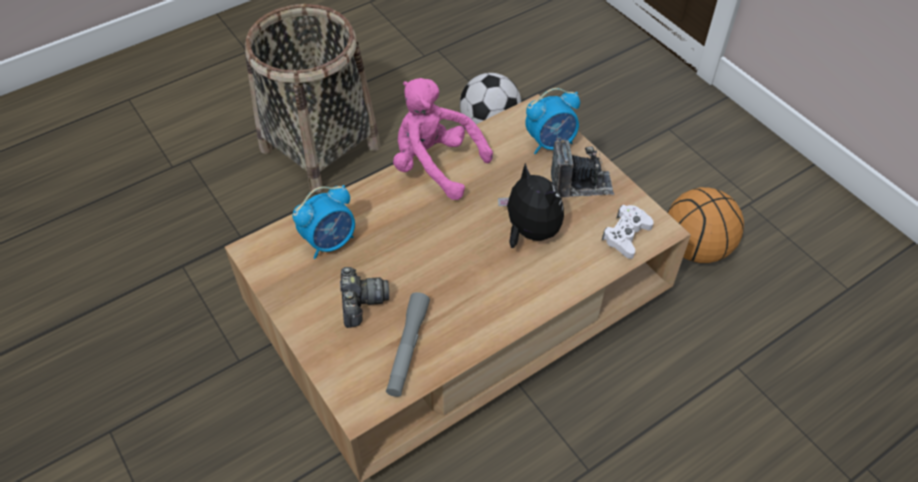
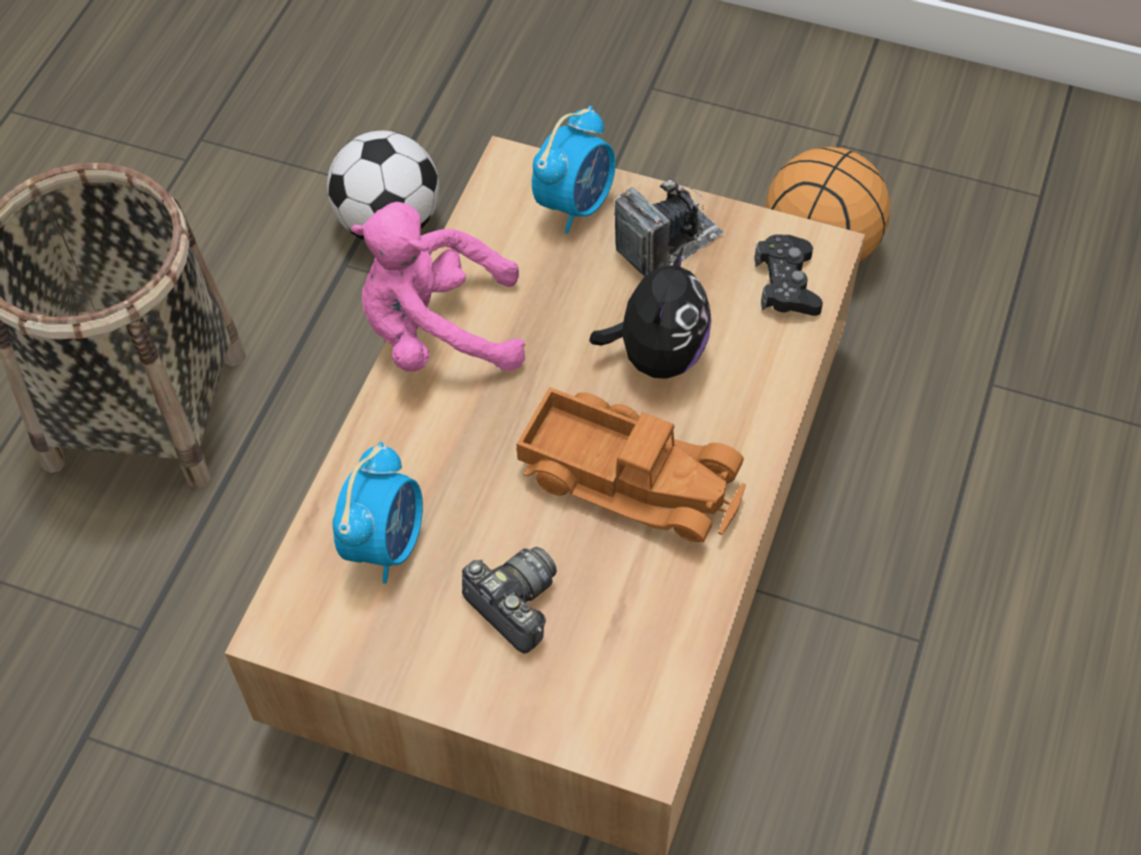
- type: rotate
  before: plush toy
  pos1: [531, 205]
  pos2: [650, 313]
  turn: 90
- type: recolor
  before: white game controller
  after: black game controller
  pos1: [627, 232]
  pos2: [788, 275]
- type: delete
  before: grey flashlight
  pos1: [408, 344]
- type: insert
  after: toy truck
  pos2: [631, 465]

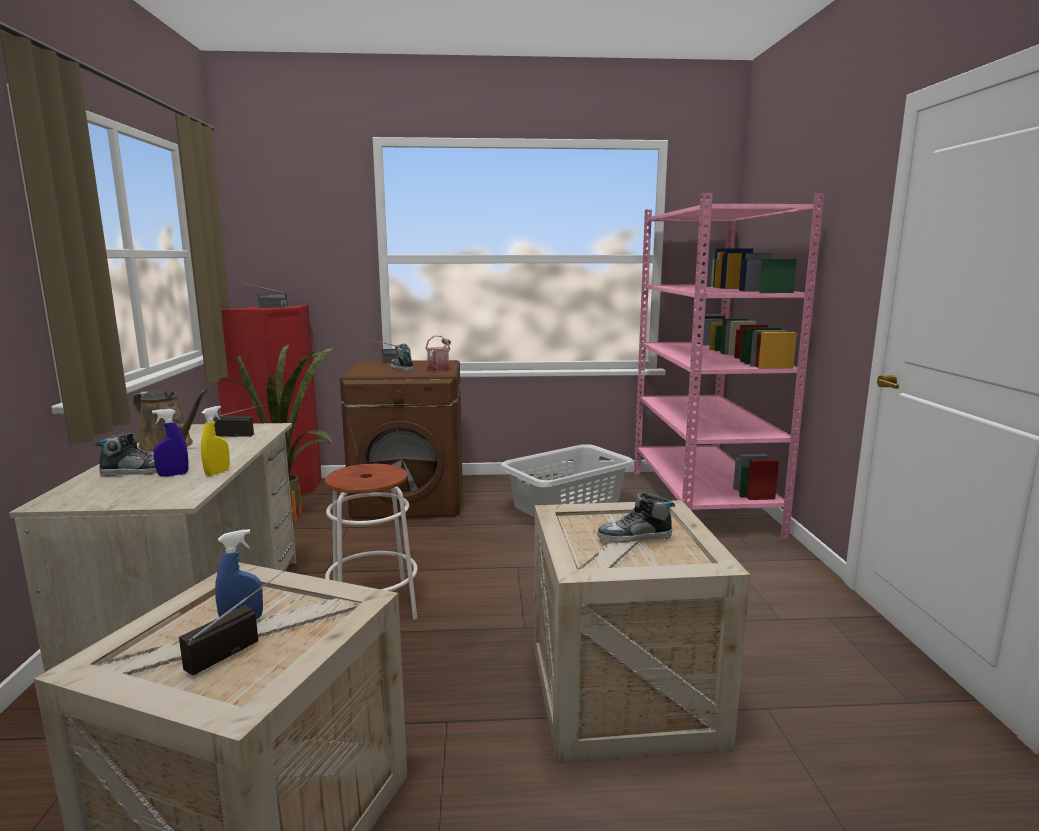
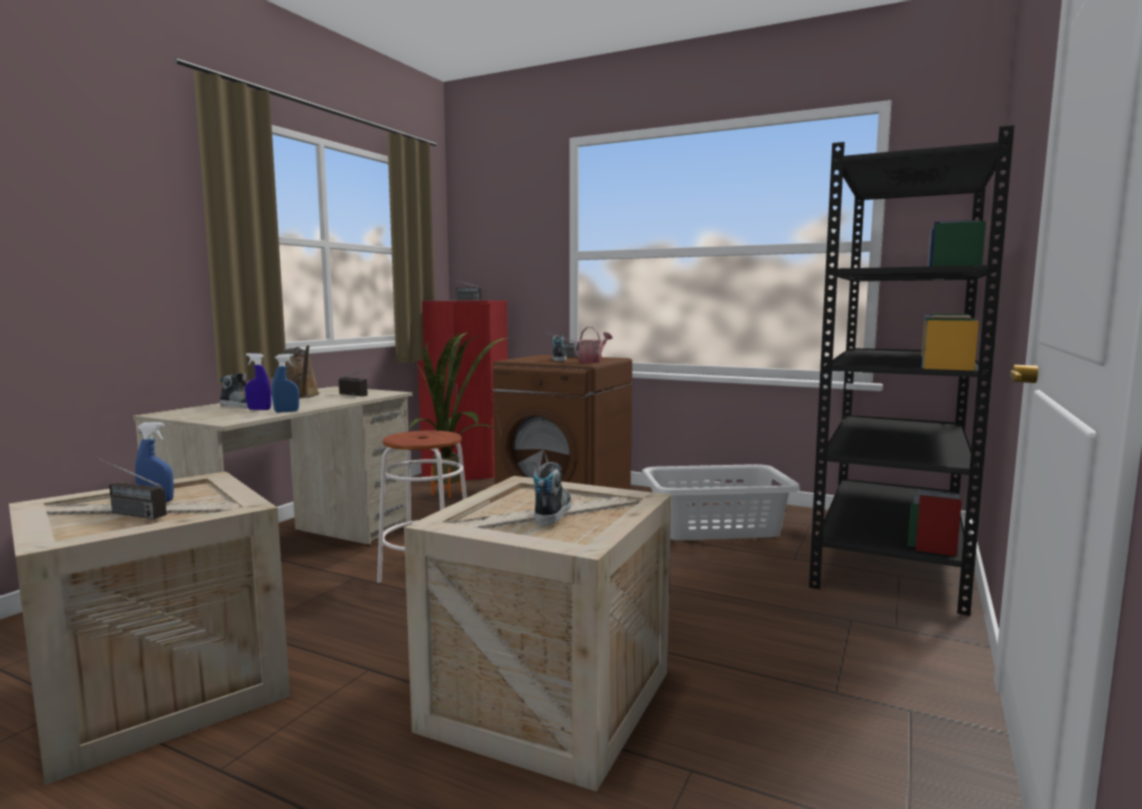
- type: recolor
  before: pink bookcase
  after: black bookcase
  pos1: [729, 366]
  pos2: [911, 370]
- type: recolor
  before: yellow spray bottle
  after: blue spray bottle
  pos1: [215, 441]
  pos2: [285, 383]
- type: rotate
  before: shoe
  pos1: [636, 517]
  pos2: [552, 493]
  turn: 75
- type: rotate
  before: radio
  pos1: [231, 623]
  pos2: [131, 488]
  turn: -135

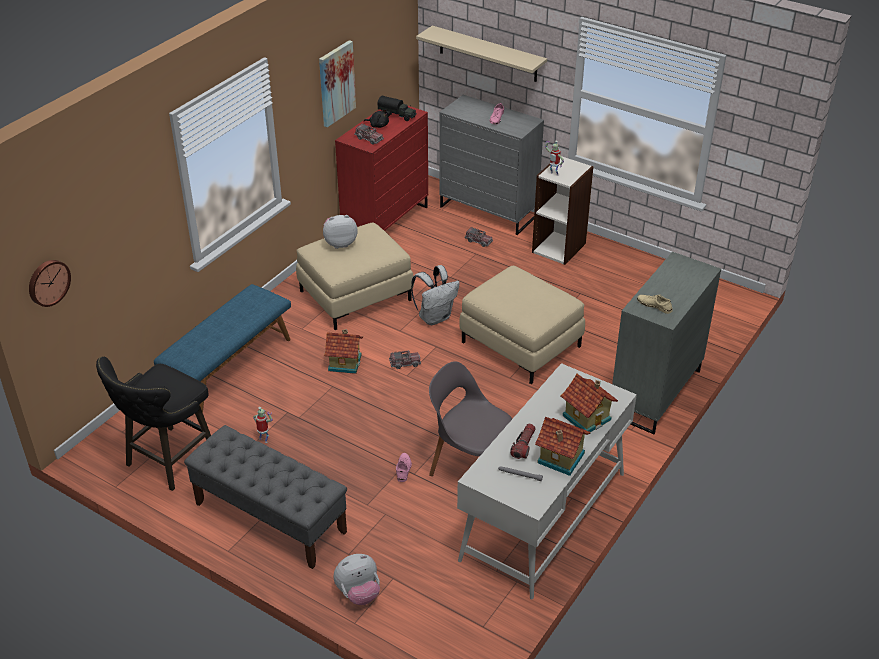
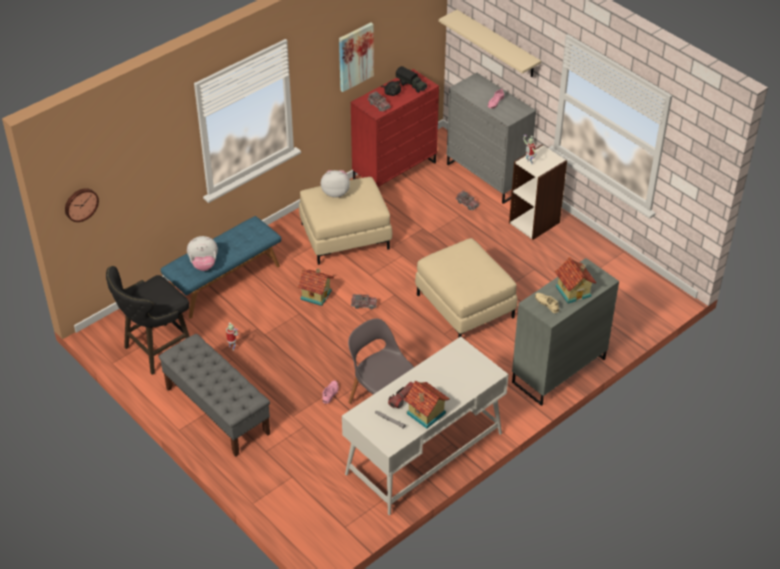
- type: delete
  before: white backpack
  pos1: [435, 295]
- type: move
  before: toy house
  pos1: [589, 403]
  pos2: [575, 280]
- type: move
  before: plush toy
  pos1: [357, 579]
  pos2: [202, 253]

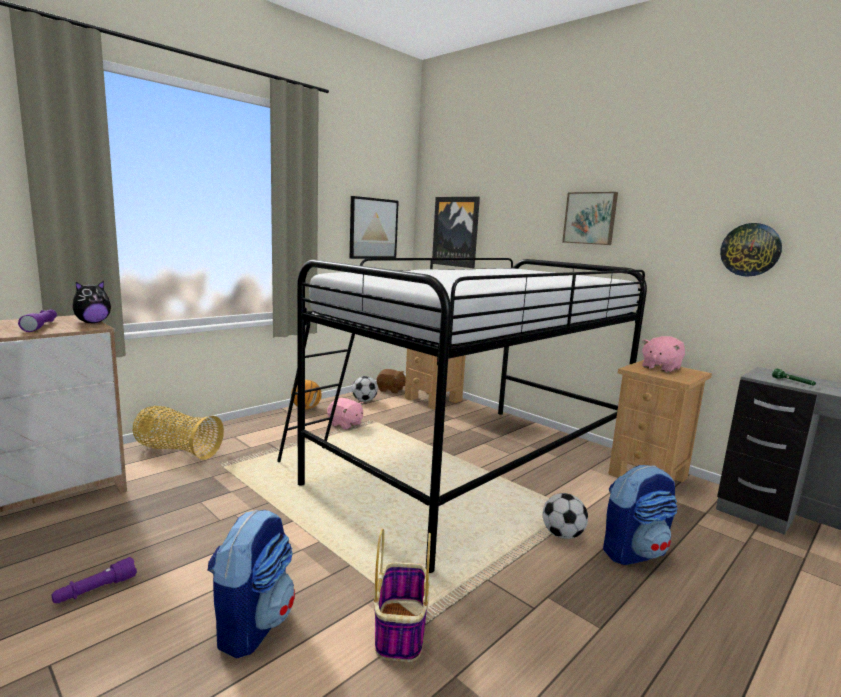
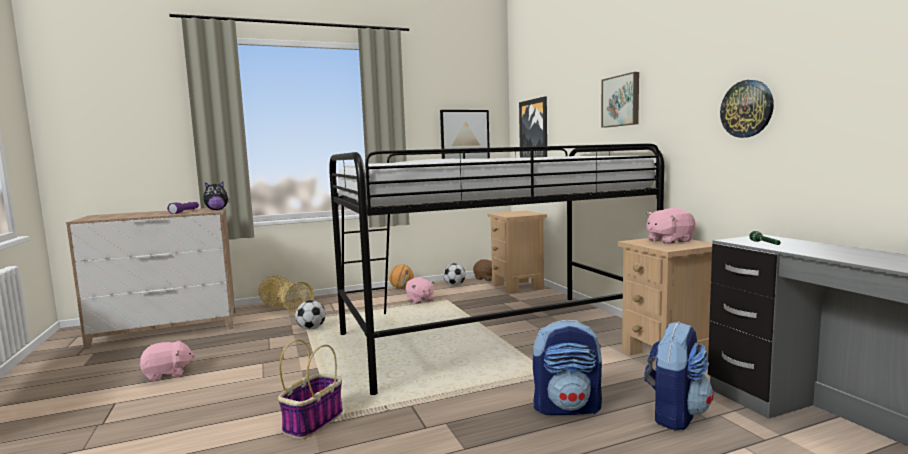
- type: move
  before: football
  pos1: [565, 516]
  pos2: [310, 315]
- type: move
  before: backpack
  pos1: [251, 584]
  pos2: [679, 375]
- type: replace
  before: purple flashlight
  after: pink plush toy
  pos1: [94, 580]
  pos2: [167, 361]

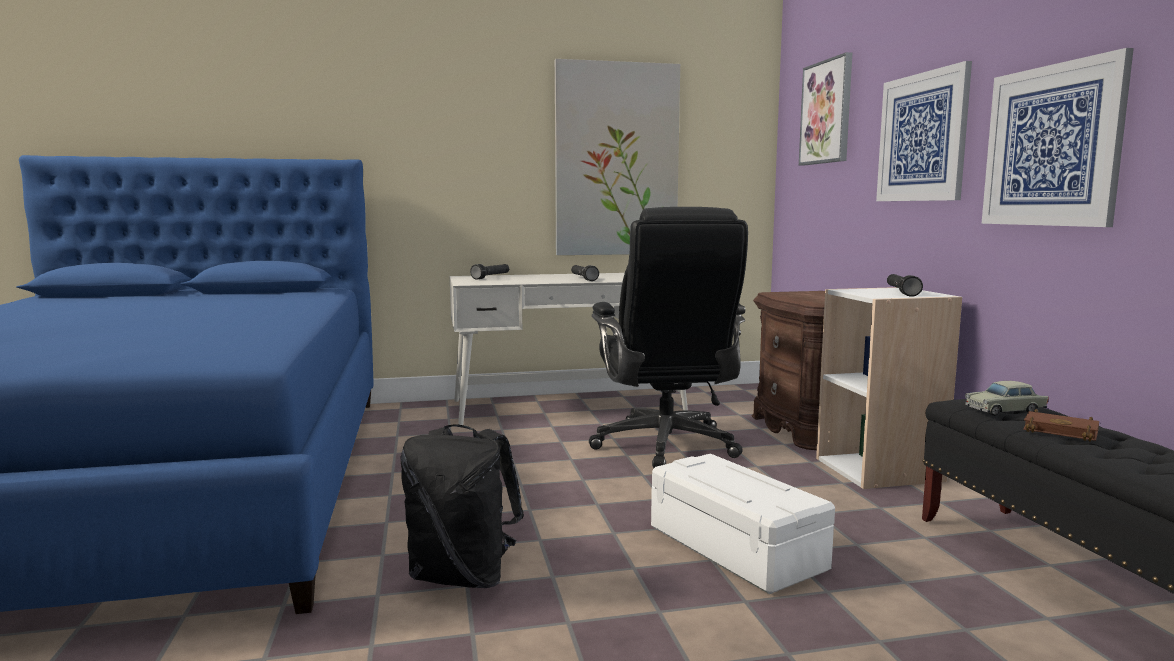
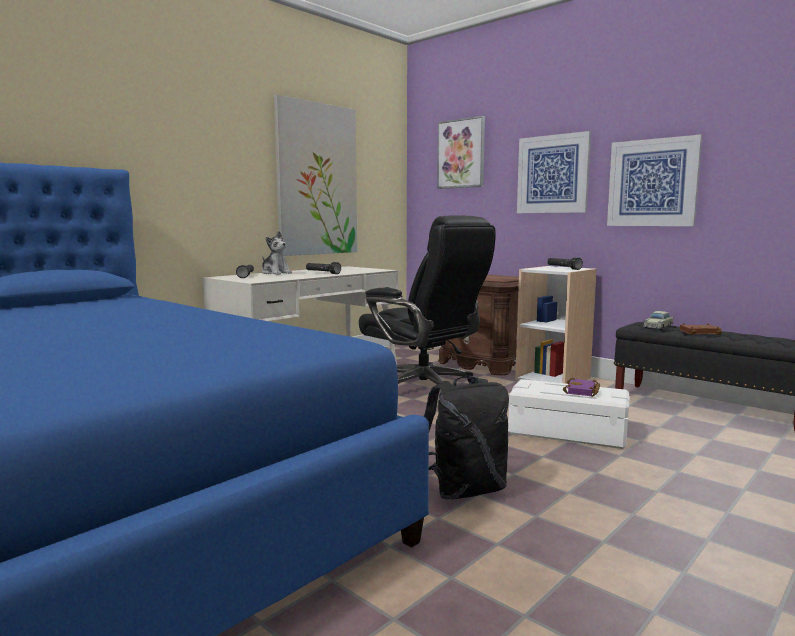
- type: insert
  after: plush toy
  pos2: [277, 253]
- type: insert
  after: purple book
  pos2: [581, 387]

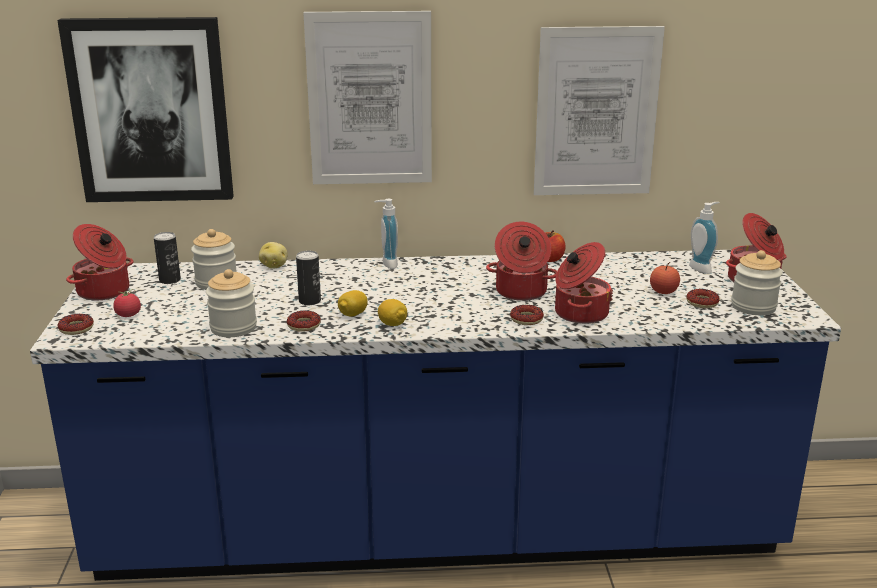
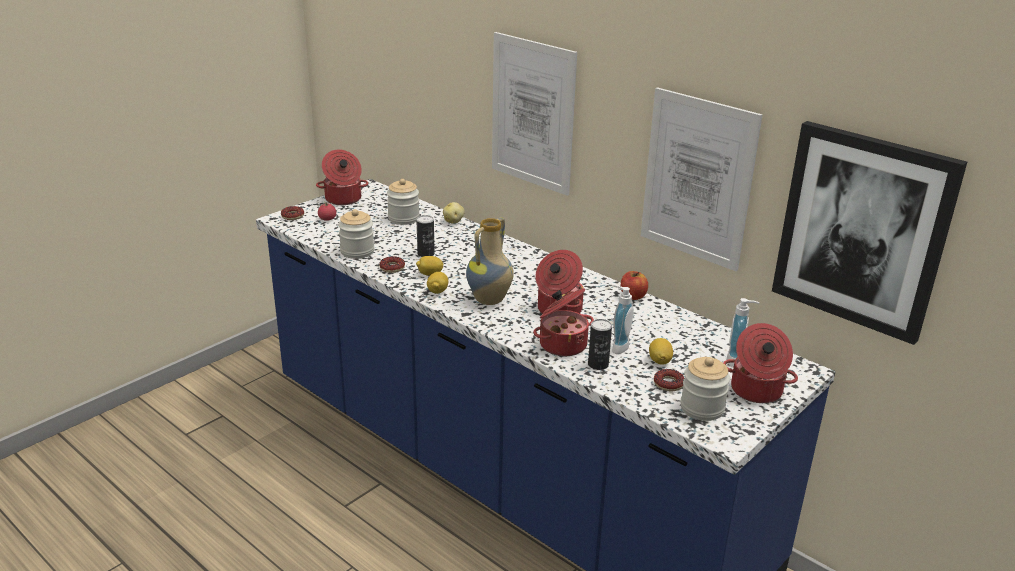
- type: move
  before: picture
  pos1: [145, 109]
  pos2: [869, 233]
- type: move
  before: soap dispenser
  pos1: [386, 234]
  pos2: [623, 319]
- type: move
  before: can
  pos1: [167, 258]
  pos2: [600, 344]
- type: replace
  before: apple
  after: lemon
  pos1: [665, 278]
  pos2: [661, 351]
- type: delete
  before: donut
  pos1: [527, 315]
- type: insert
  after: vase
  pos2: [490, 261]

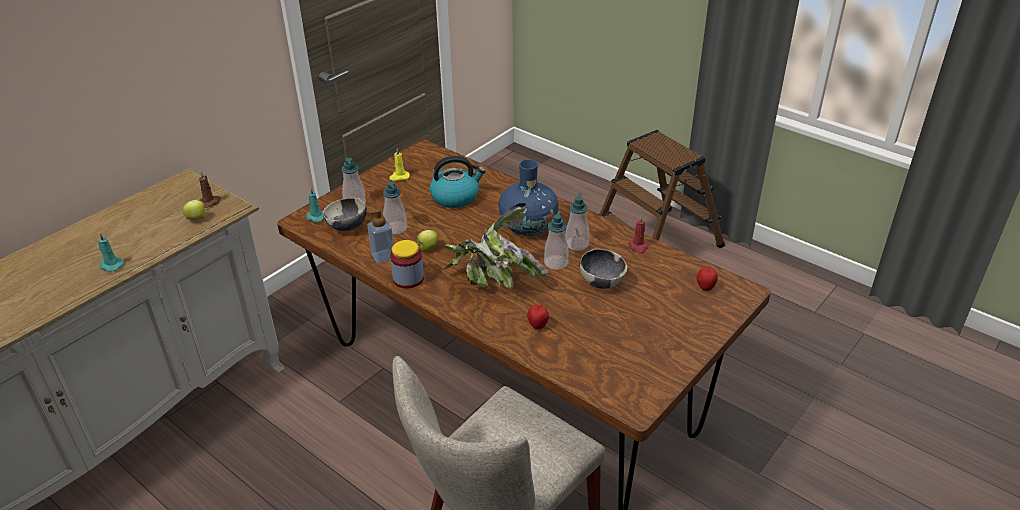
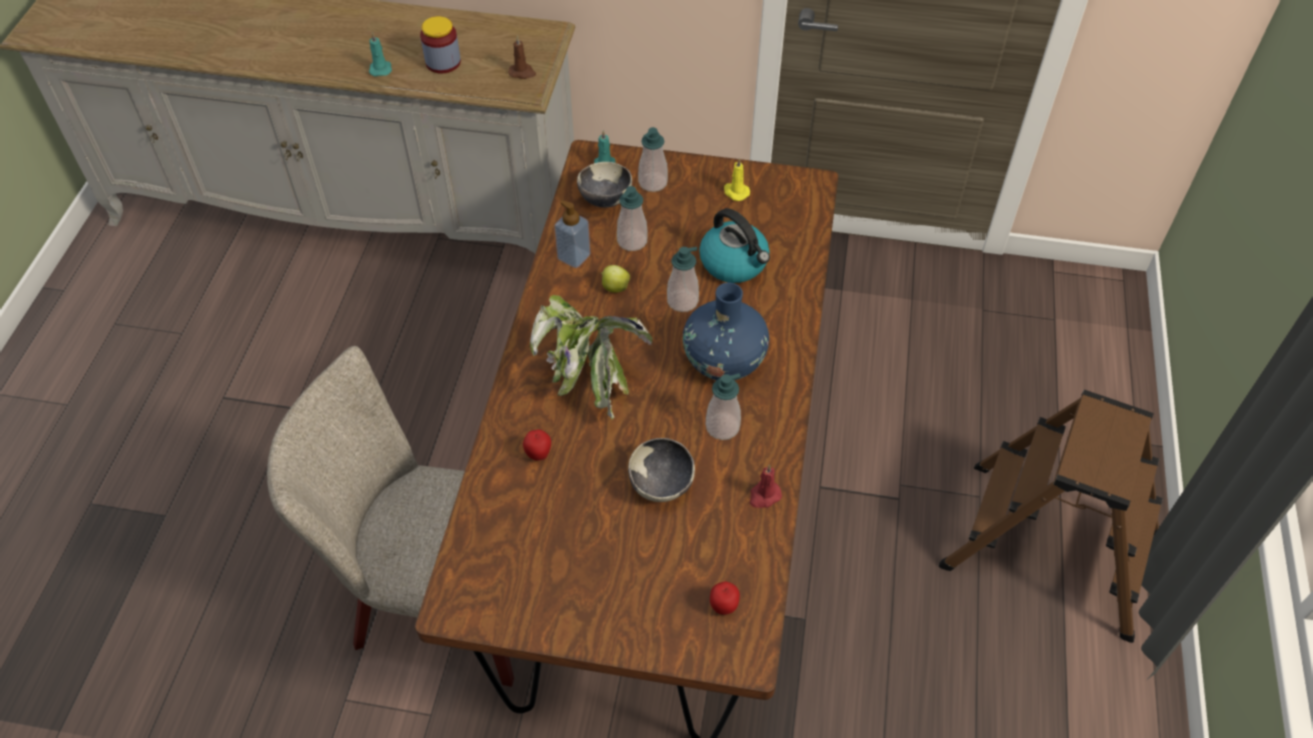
- type: delete
  before: apple
  pos1: [195, 210]
- type: move
  before: soap dispenser
  pos1: [556, 240]
  pos2: [683, 279]
- type: move
  before: jar
  pos1: [407, 264]
  pos2: [440, 45]

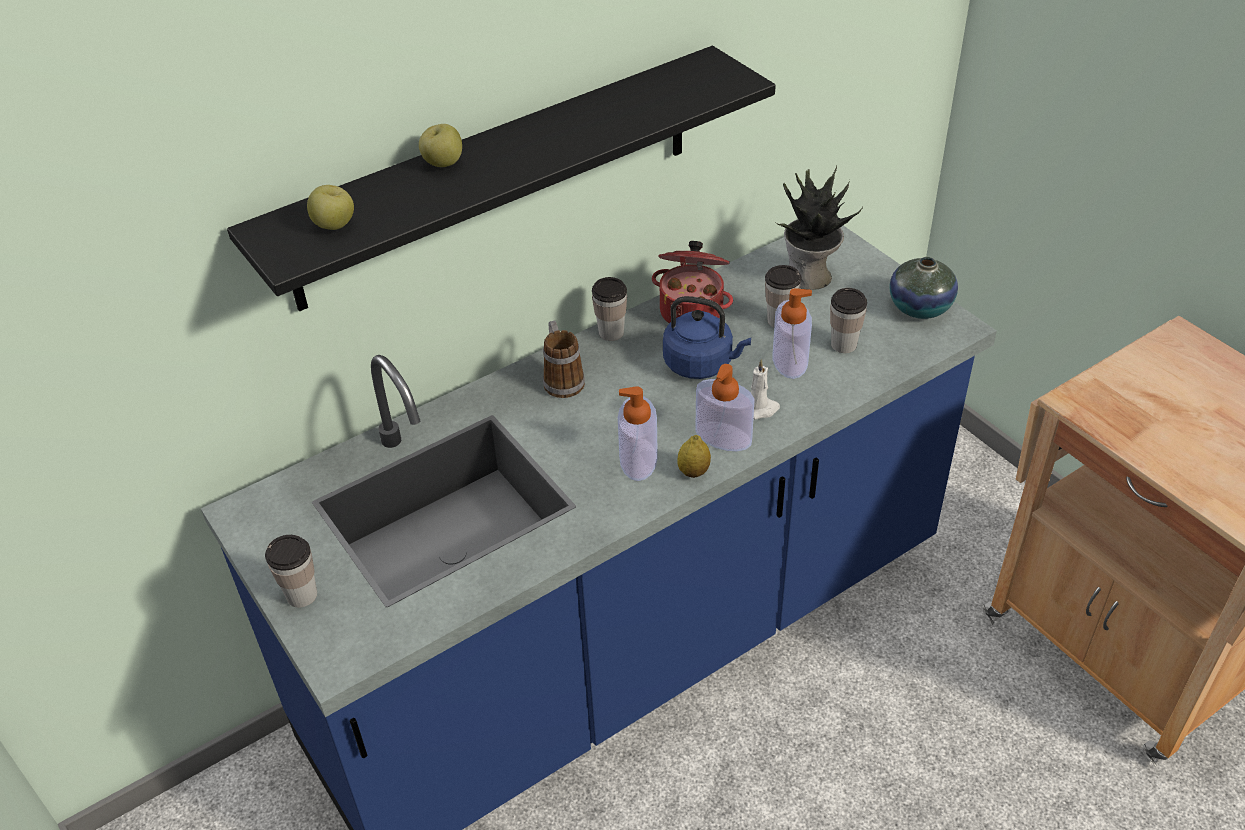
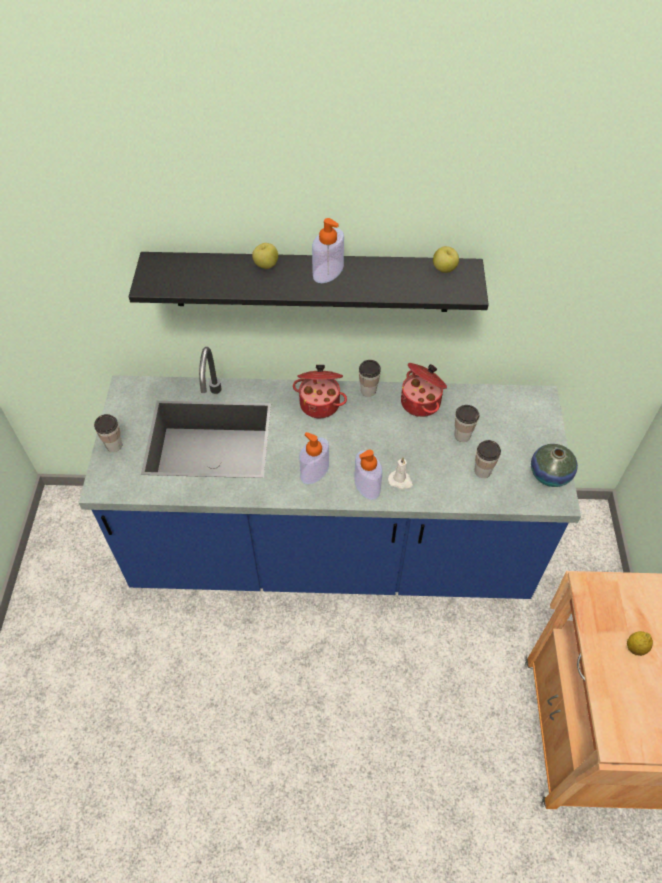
- type: delete
  before: potted plant
  pos1: [819, 228]
- type: move
  before: apple
  pos1: [330, 207]
  pos2: [446, 259]
- type: move
  before: soap dispenser
  pos1: [792, 333]
  pos2: [328, 250]
- type: delete
  before: blue kettle
  pos1: [707, 337]
- type: replace
  before: mug
  after: cooking pot
  pos1: [564, 359]
  pos2: [320, 391]
- type: move
  before: lemon
  pos1: [694, 456]
  pos2: [640, 643]

